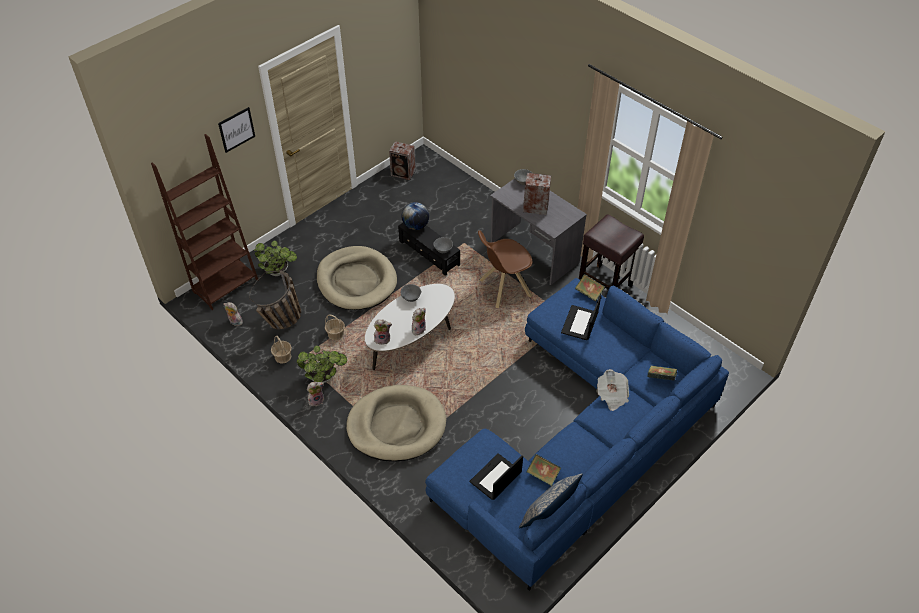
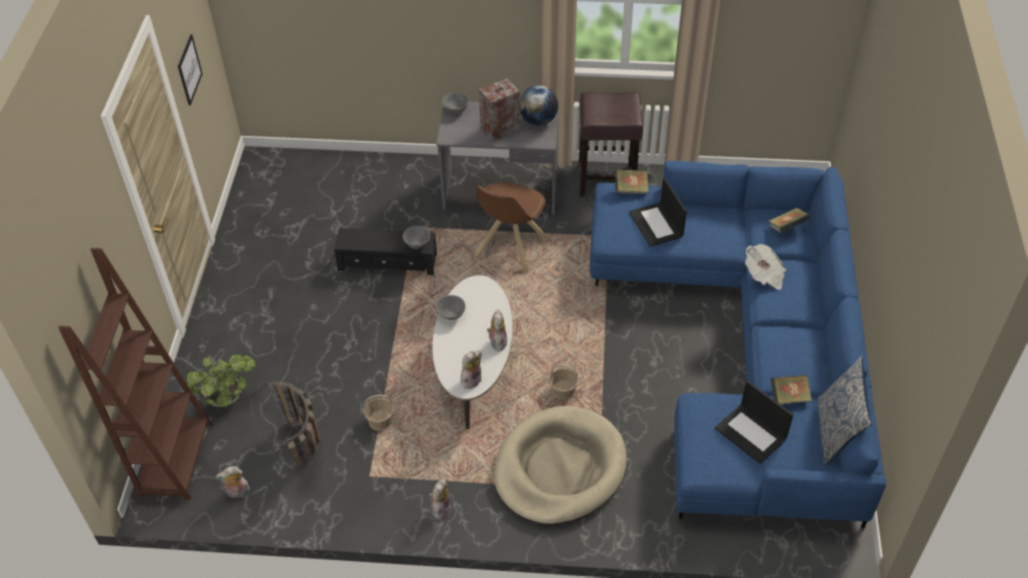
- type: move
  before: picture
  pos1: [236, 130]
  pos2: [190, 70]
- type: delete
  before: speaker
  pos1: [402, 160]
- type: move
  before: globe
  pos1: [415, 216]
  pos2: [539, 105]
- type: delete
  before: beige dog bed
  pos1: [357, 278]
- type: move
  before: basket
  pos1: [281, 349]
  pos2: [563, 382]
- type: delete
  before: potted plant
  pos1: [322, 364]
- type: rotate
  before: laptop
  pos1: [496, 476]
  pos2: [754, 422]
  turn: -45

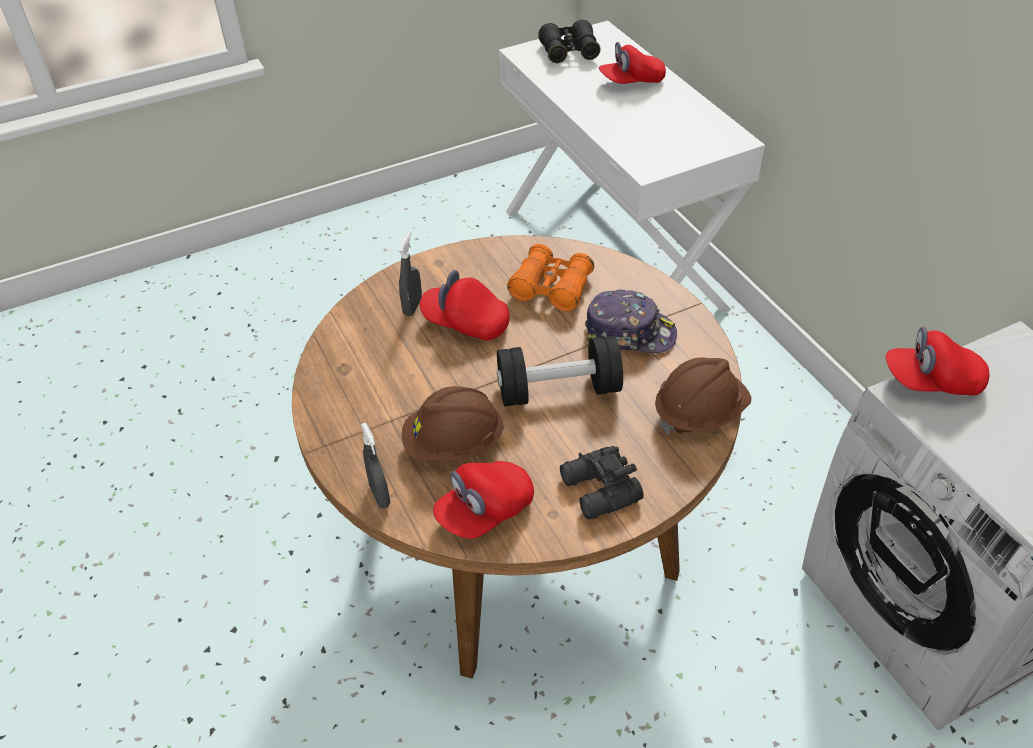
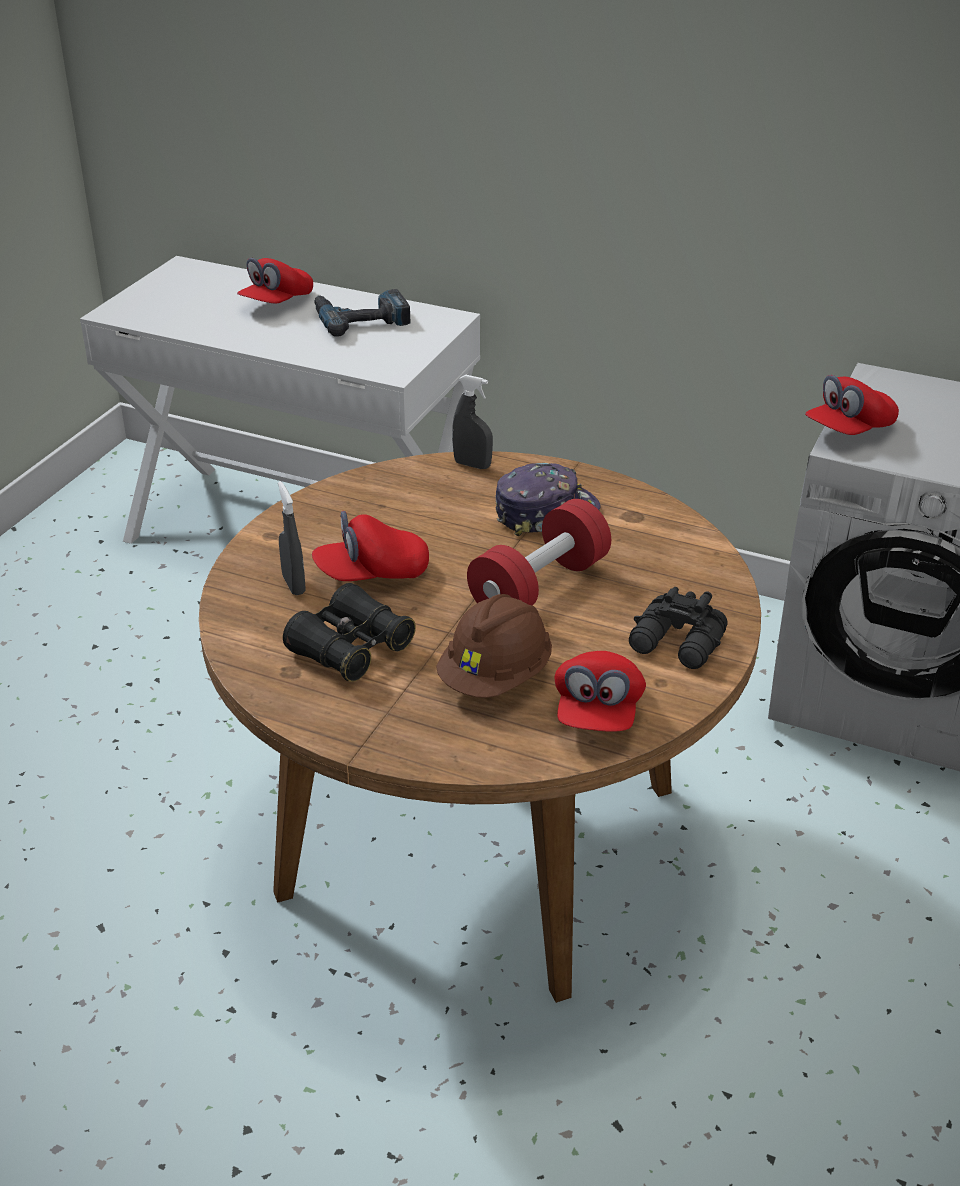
- type: move
  before: black binoculars
  pos1: [569, 41]
  pos2: [349, 632]
- type: delete
  before: orange binoculars
  pos1: [550, 277]
- type: recolor
  before: black dumbbell
  after: red dumbbell
  pos1: [560, 371]
  pos2: [539, 552]
- type: delete
  before: brown hard hat
  pos1: [703, 396]
- type: move
  before: grey spray bottle
  pos1: [375, 465]
  pos2: [472, 422]
- type: insert
  after: power drill
  pos2: [362, 313]

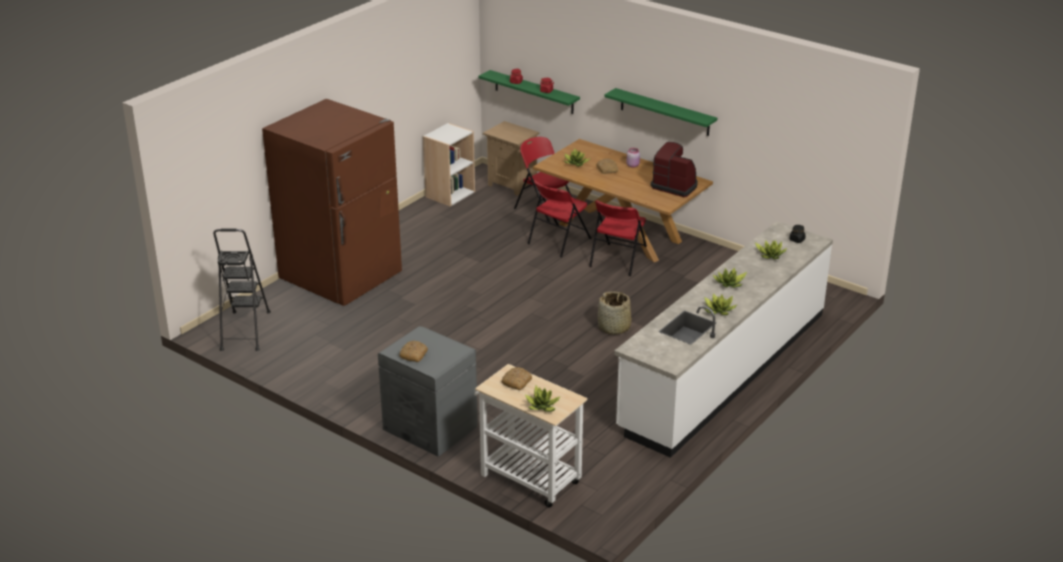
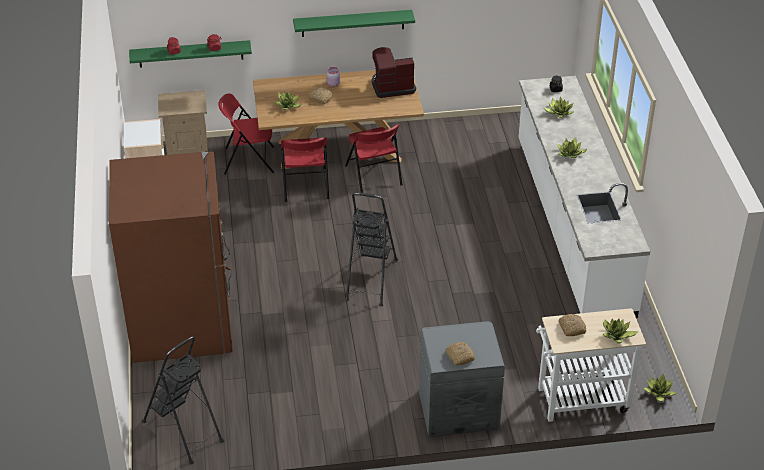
- type: delete
  before: basket
  pos1: [616, 313]
- type: move
  before: potted plant
  pos1: [721, 304]
  pos2: [659, 388]
- type: insert
  after: step ladder
  pos2: [371, 250]

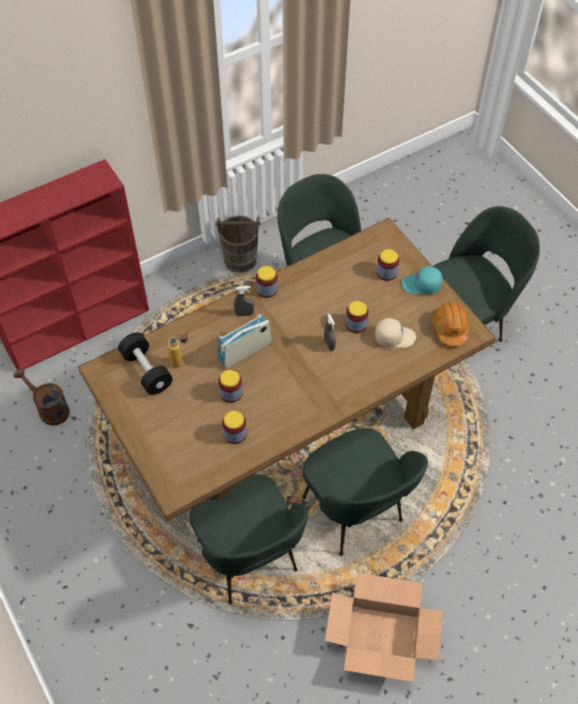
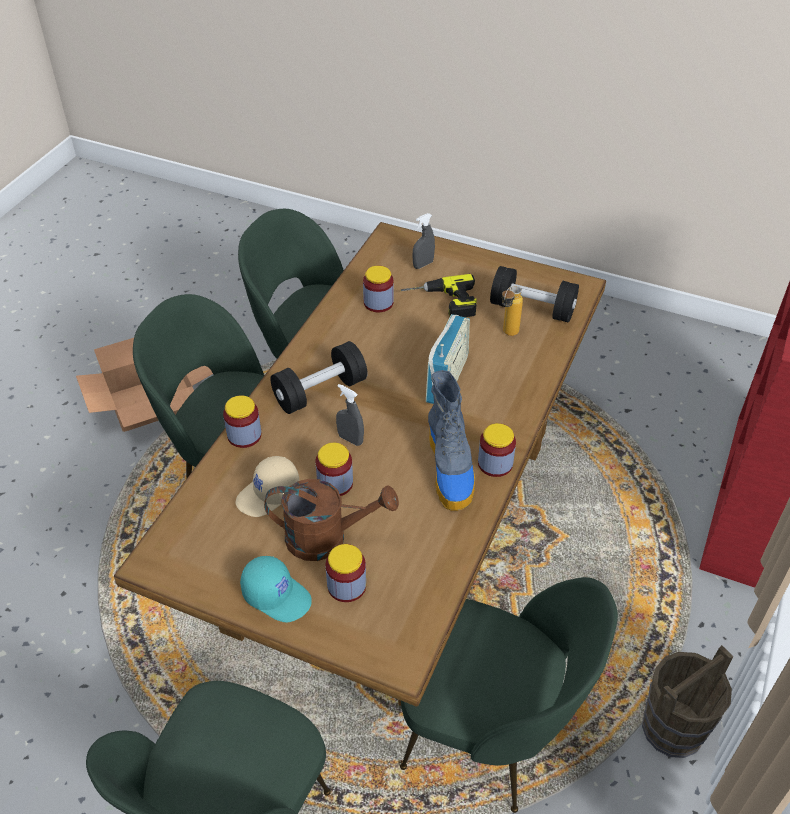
- type: rotate
  before: turquoise cap
  pos1: [422, 280]
  pos2: [276, 589]
  turn: 60
- type: move
  before: grey spray bottle
  pos1: [244, 301]
  pos2: [423, 241]
- type: delete
  before: orange hard hat
  pos1: [451, 324]
- type: move
  before: brown watering can
  pos1: [41, 397]
  pos2: [331, 520]
- type: move
  before: jar
  pos1: [231, 386]
  pos2: [242, 421]
- type: insert
  after: power drill
  pos2: [438, 295]
- type: insert
  after: black dumbbell
  pos2: [319, 377]
- type: insert
  after: boot
  pos2: [451, 440]

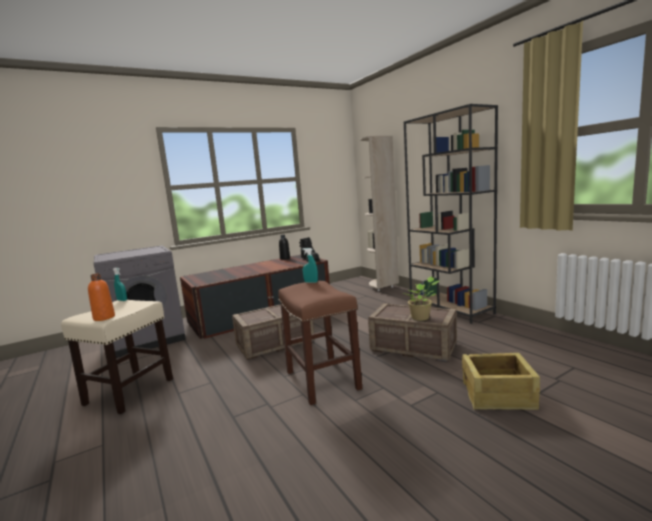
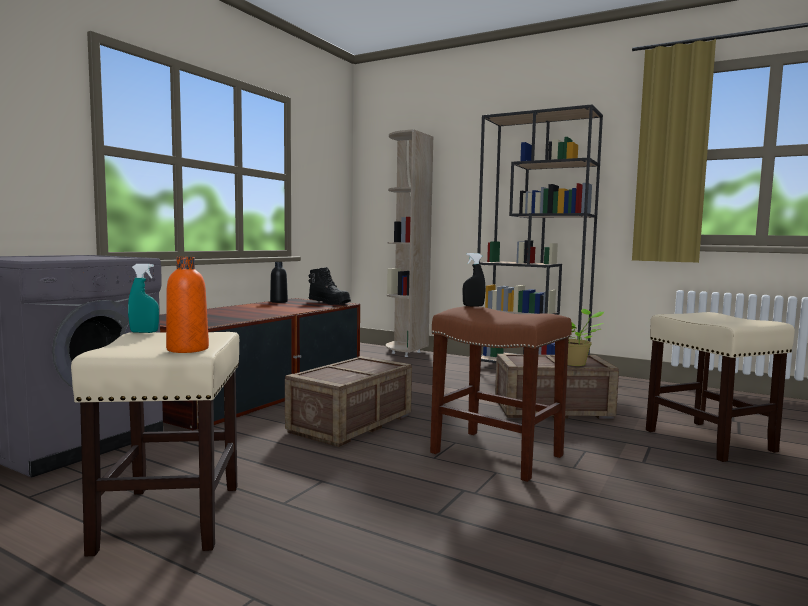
- type: recolor
  before: turquoise spray bottle
  after: black spray bottle
  pos1: [310, 265]
  pos2: [474, 279]
- type: replace
  before: crate
  after: beige stool
  pos1: [501, 381]
  pos2: [720, 387]

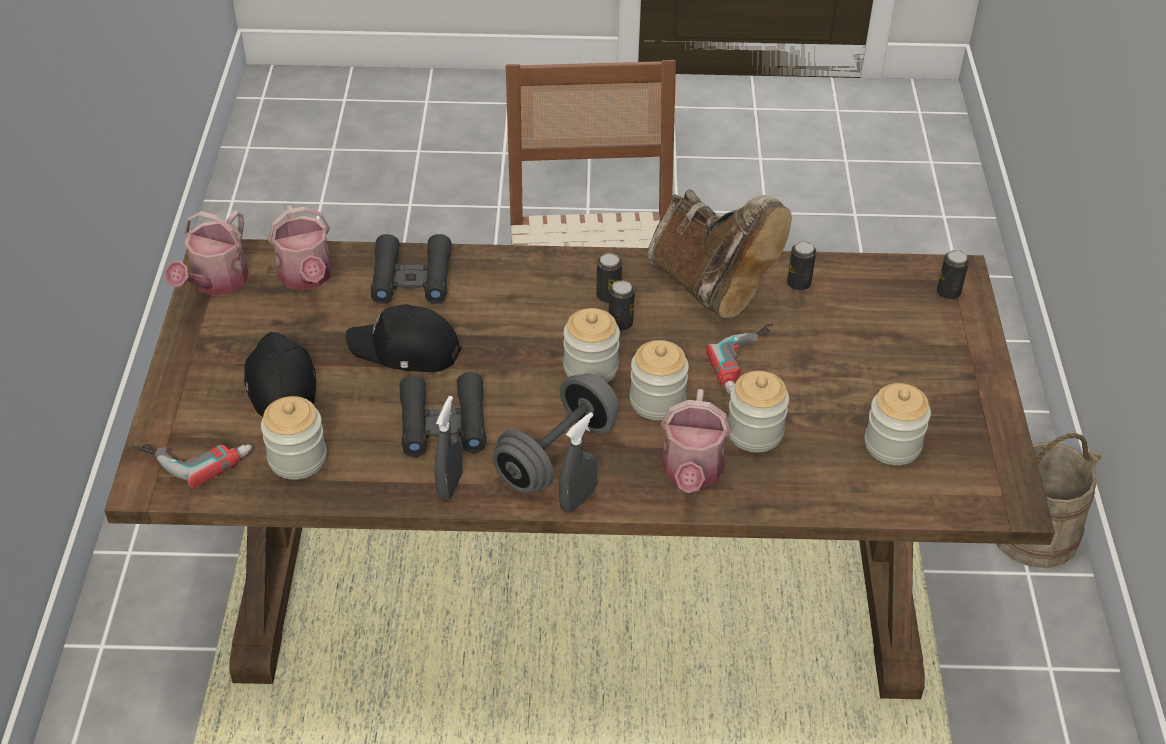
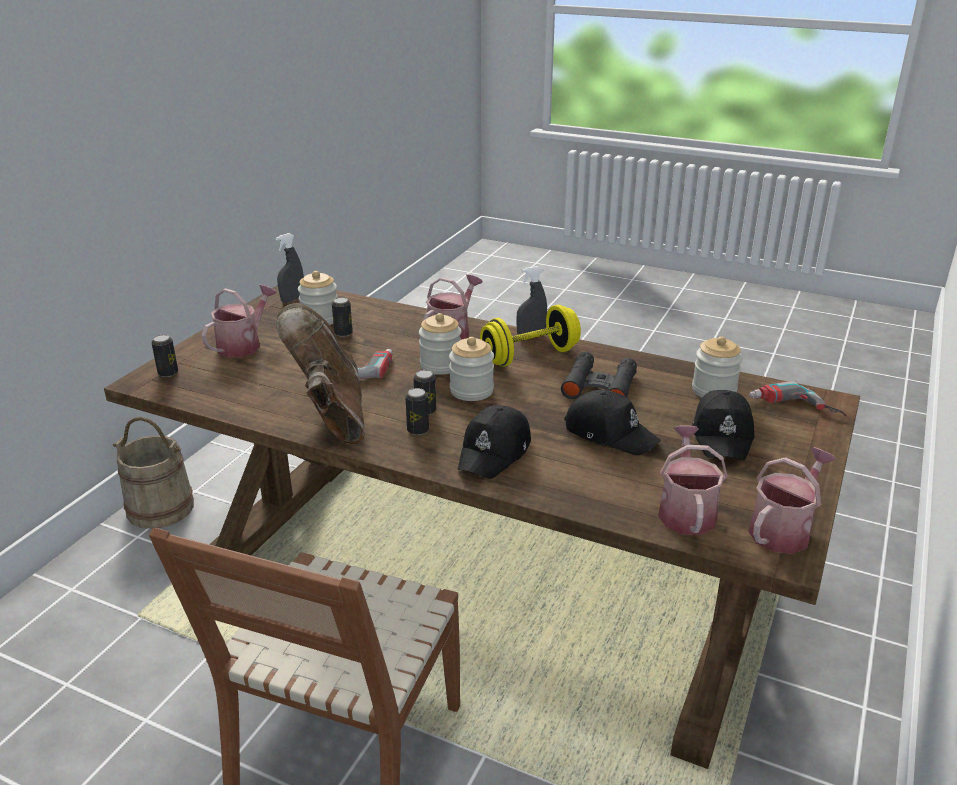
- type: delete
  before: black binoculars
  pos1: [411, 269]
- type: move
  before: can
  pos1: [801, 266]
  pos2: [342, 317]
- type: delete
  before: jar
  pos1: [758, 411]
- type: recolor
  before: grey dumbbell
  after: yellow dumbbell
  pos1: [556, 433]
  pos2: [530, 336]
- type: move
  before: grey spray bottle
  pos1: [448, 448]
  pos2: [290, 268]
- type: insert
  after: watering can
  pos2: [239, 321]
- type: insert
  after: black cap
  pos2: [494, 442]

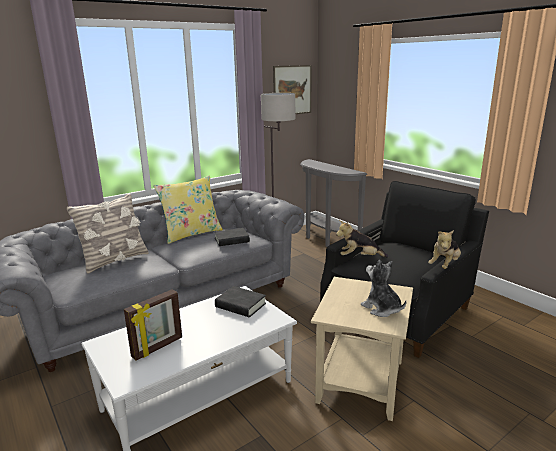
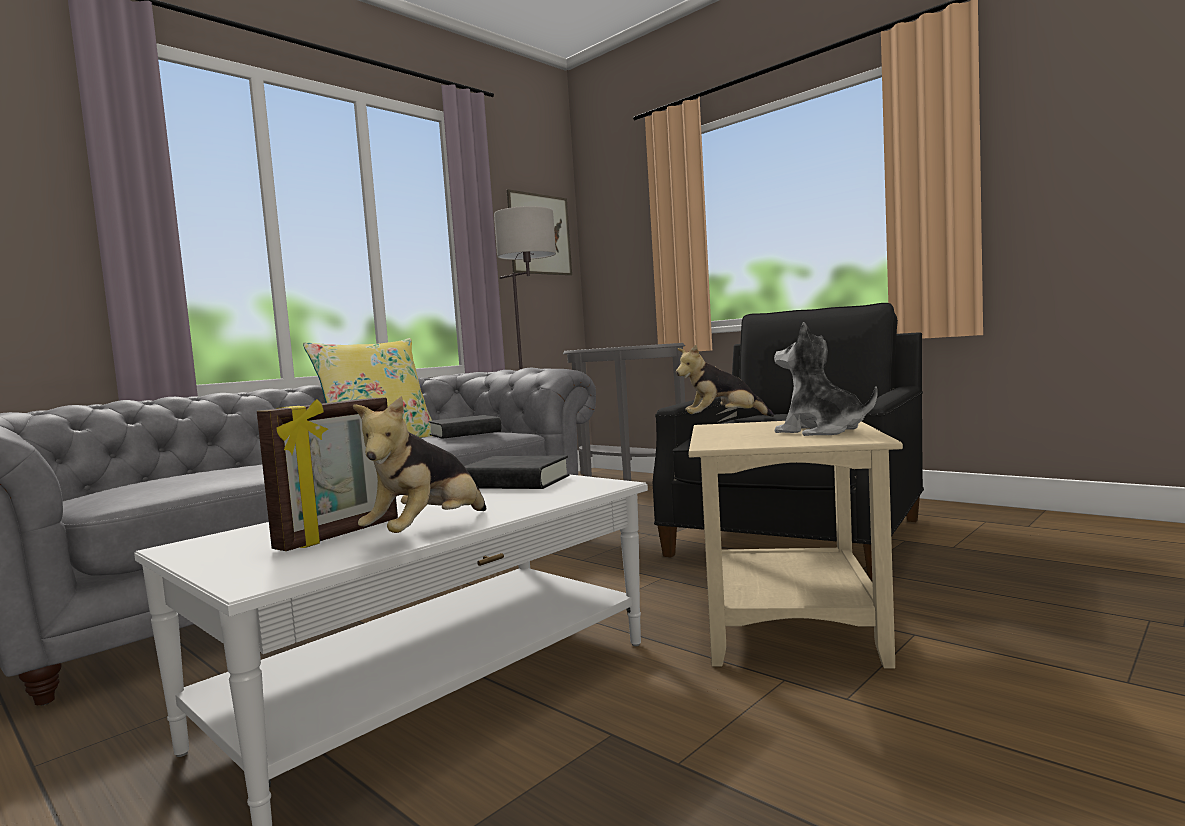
- type: delete
  before: beige pillow
  pos1: [108, 233]
- type: move
  before: plush toy
  pos1: [444, 249]
  pos2: [419, 464]

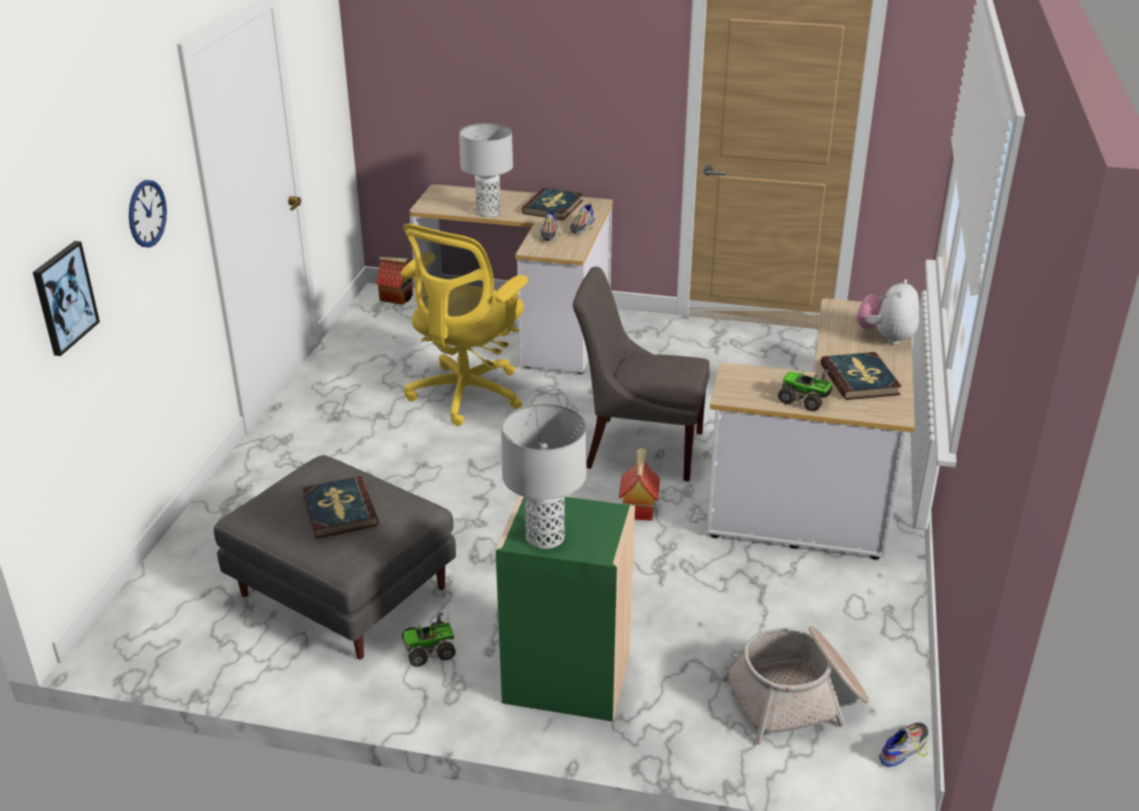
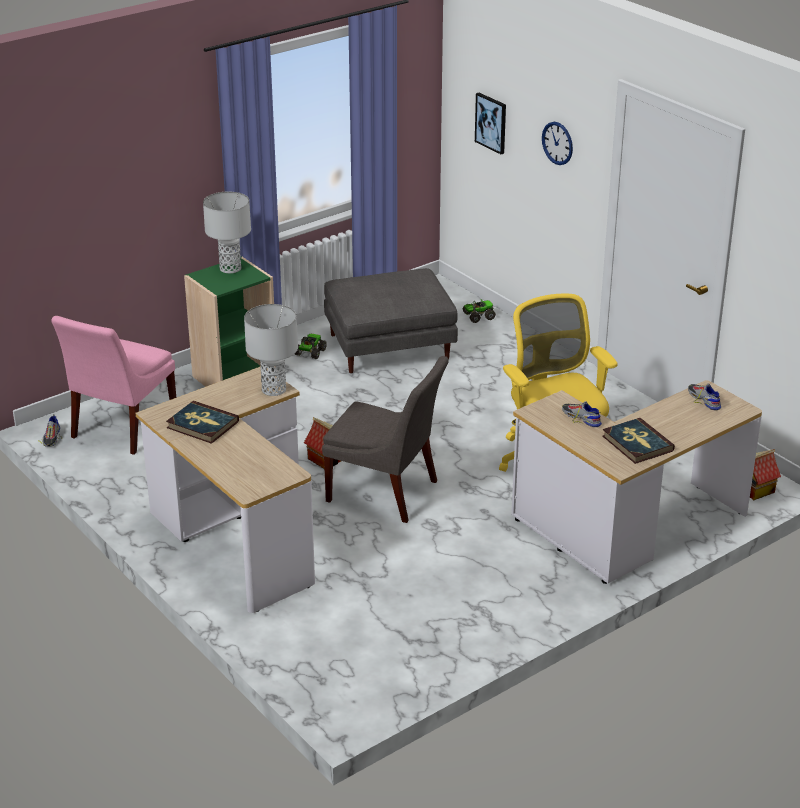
- type: move
  before: white table lamp
  pos1: [486, 170]
  pos2: [271, 350]
- type: move
  before: shoe
  pos1: [581, 218]
  pos2: [704, 397]
- type: rotate
  before: grey chair
  pos1: [641, 374]
  pos2: [385, 439]
  turn: 60
- type: delete
  before: plush toy
  pos1: [888, 312]
- type: move
  before: toy truck
  pos1: [805, 391]
  pos2: [479, 311]
- type: delete
  before: book
  pos1: [340, 507]
- type: replace
  before: basket
  after: pink chair
  pos1: [795, 685]
  pos2: [113, 385]

